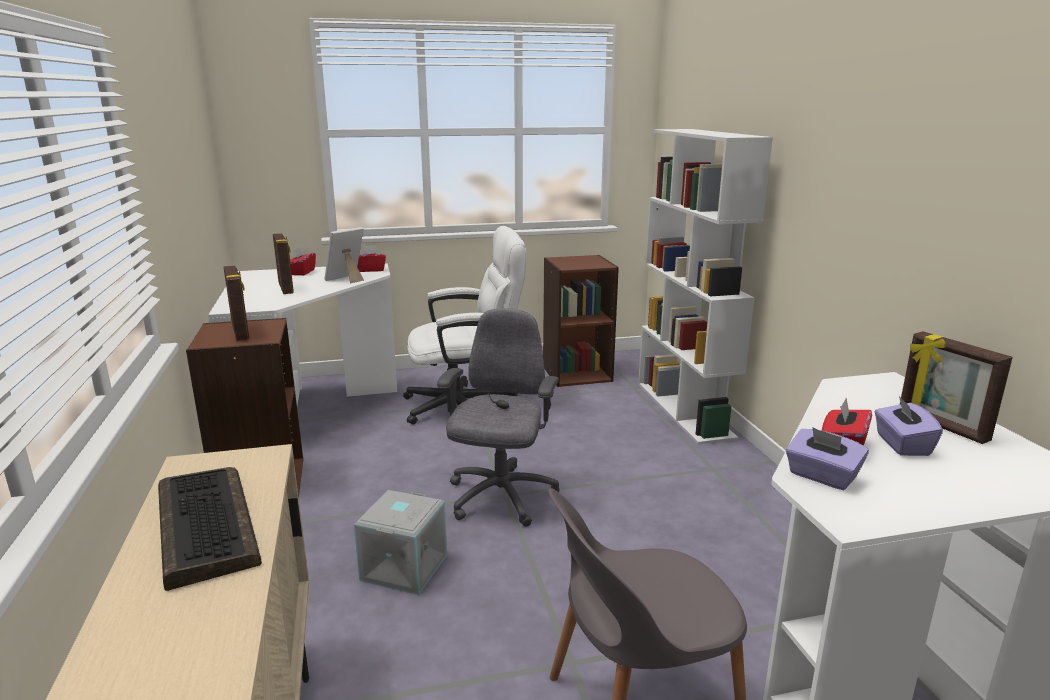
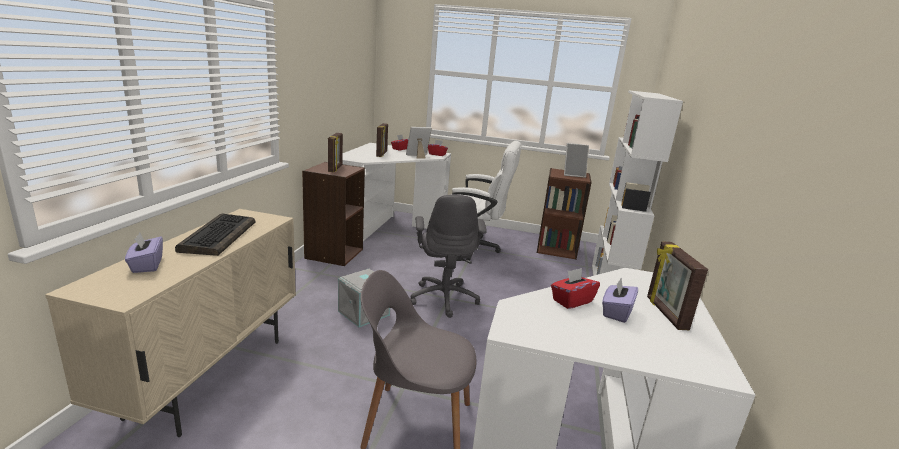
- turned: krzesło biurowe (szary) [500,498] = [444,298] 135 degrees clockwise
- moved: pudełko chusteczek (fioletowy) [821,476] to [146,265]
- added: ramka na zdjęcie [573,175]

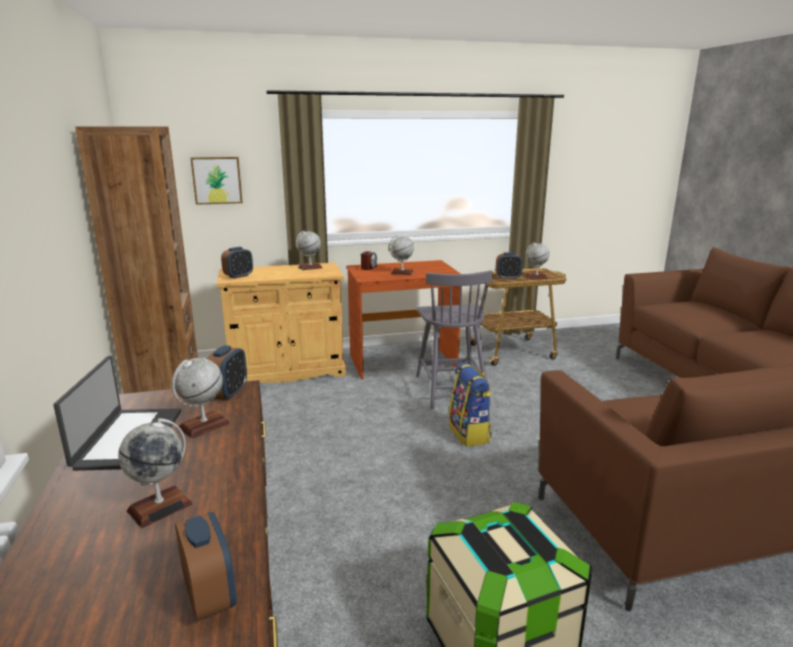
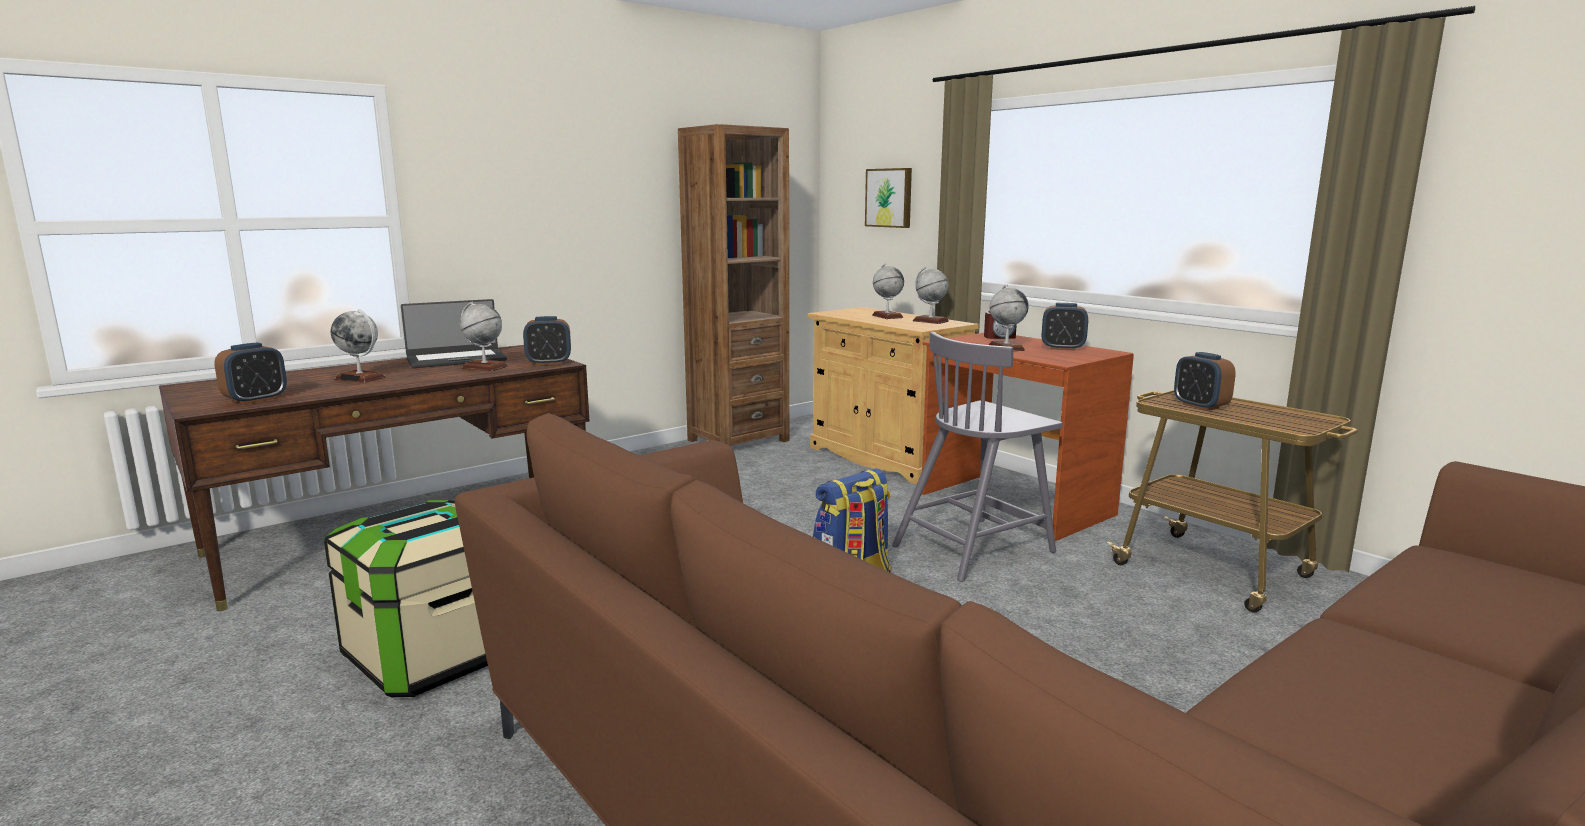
- moved: budzik [238,276] to [1062,348]
- moved: globus [536,277] to [887,316]

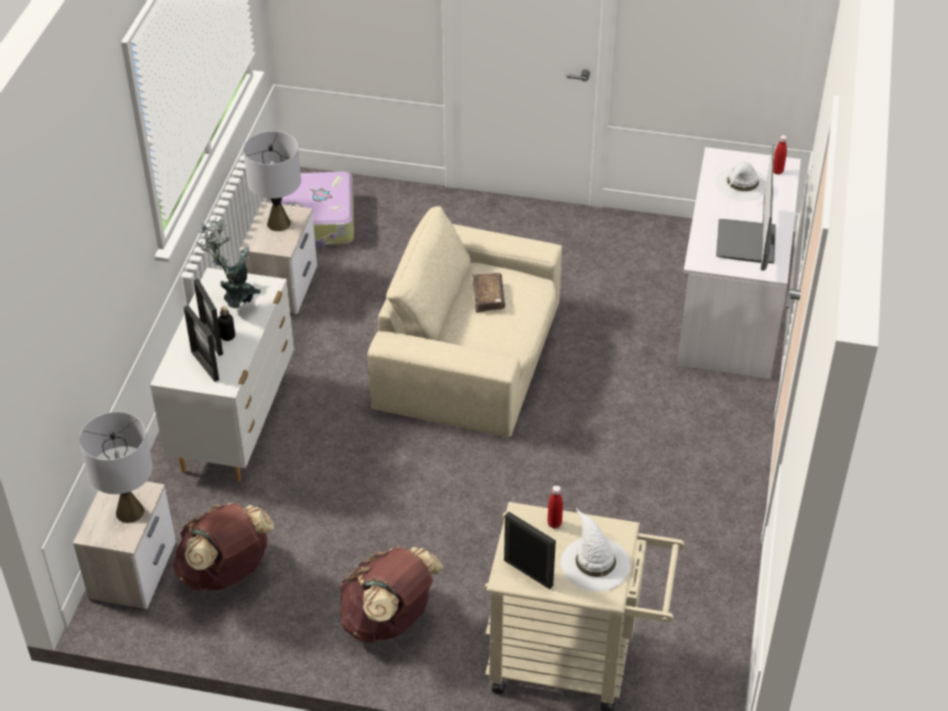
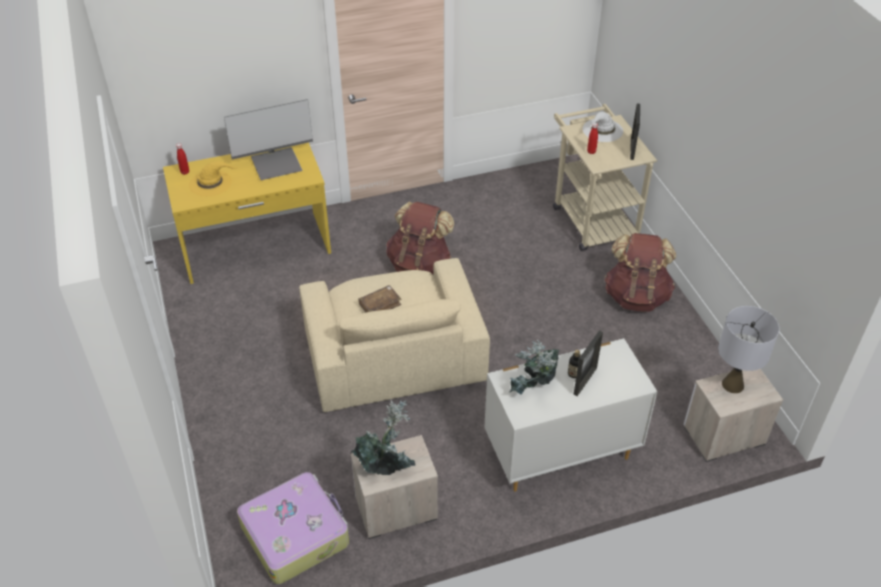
- moved: plecak (brązowy) [226,573] to [420,264]
- removed: ramka na zdjęcie [205,366]
- replaced: lampa stołowa (szary) [278,223] to roślina doniczkowa [386,466]
- recoloured: biurko (biały) [730,307] to biurko (żółty) [256,247]
- recoloured: kapelusz (biały) [742,185] to kapelusz (żółty) [211,183]

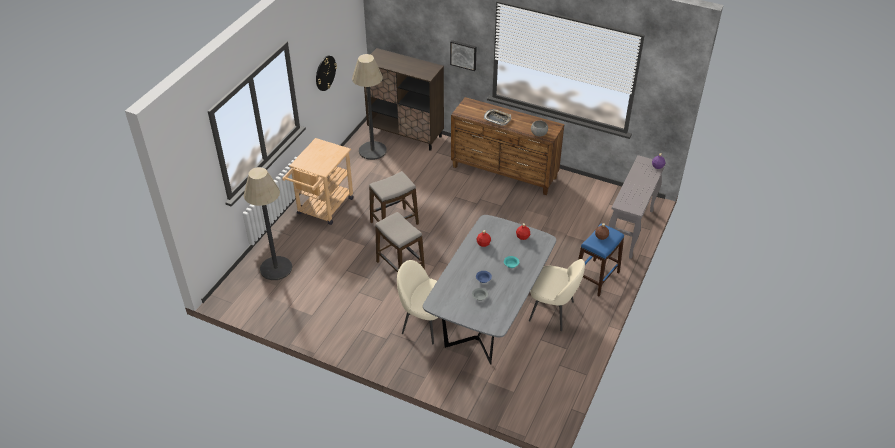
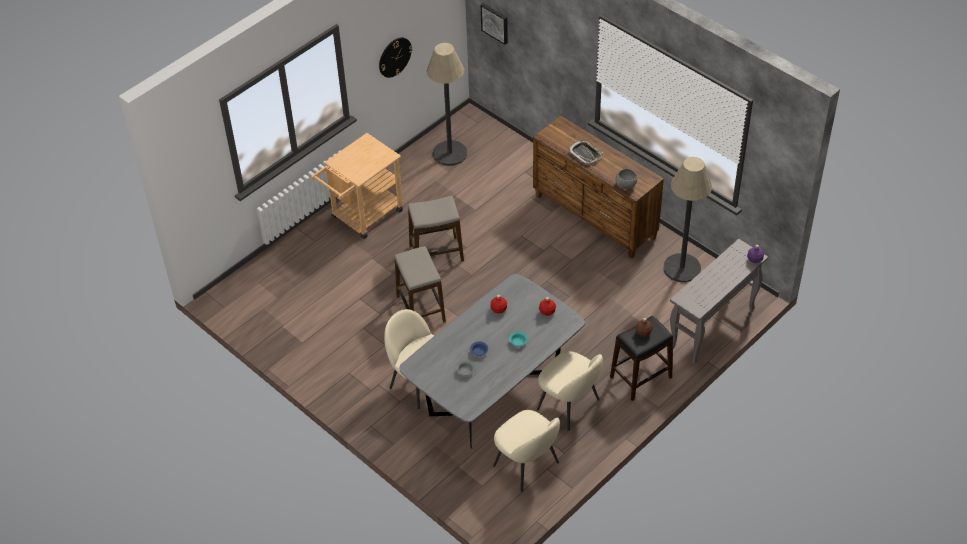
- moved: lampa stojąca [276,268] to [682,268]
- removed: szafka (brązowy) [406,134]
- moved: obraz [463,54] to [495,23]
- recoloured: stołek (niebieski) [596,277] to stołek (czarny) [641,377]
- added: krzesło (beżowy) [527,465]

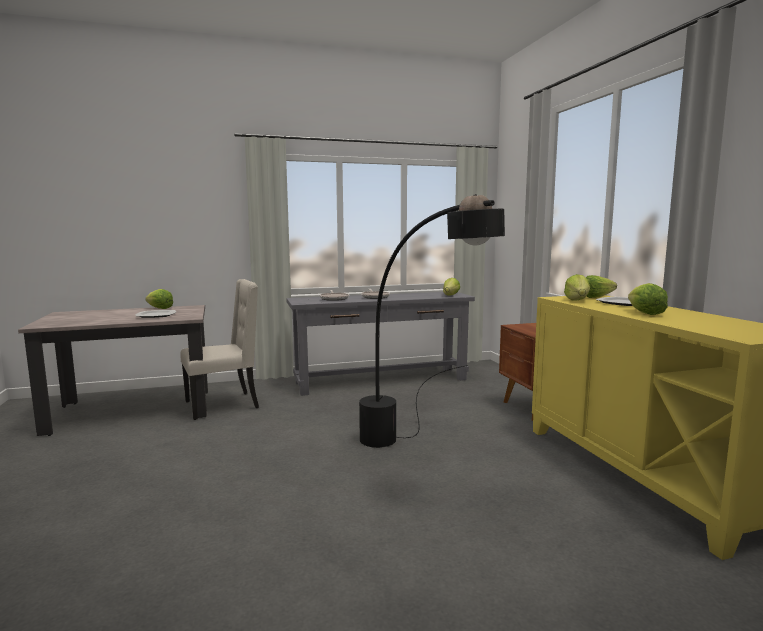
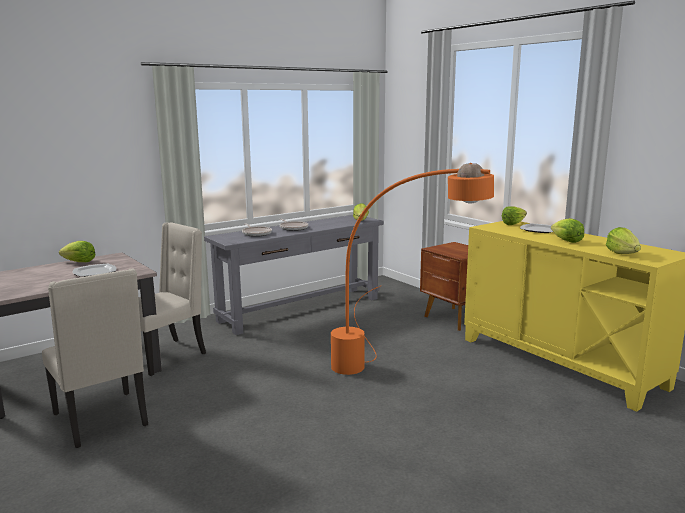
- recoloured: lampa stojąca (czarny) [420,452] to lampa stojąca (pomarańczowy) [391,372]
- moved: sałata [577,300] to [622,253]
- added: krzesło (beżowy) [103,420]

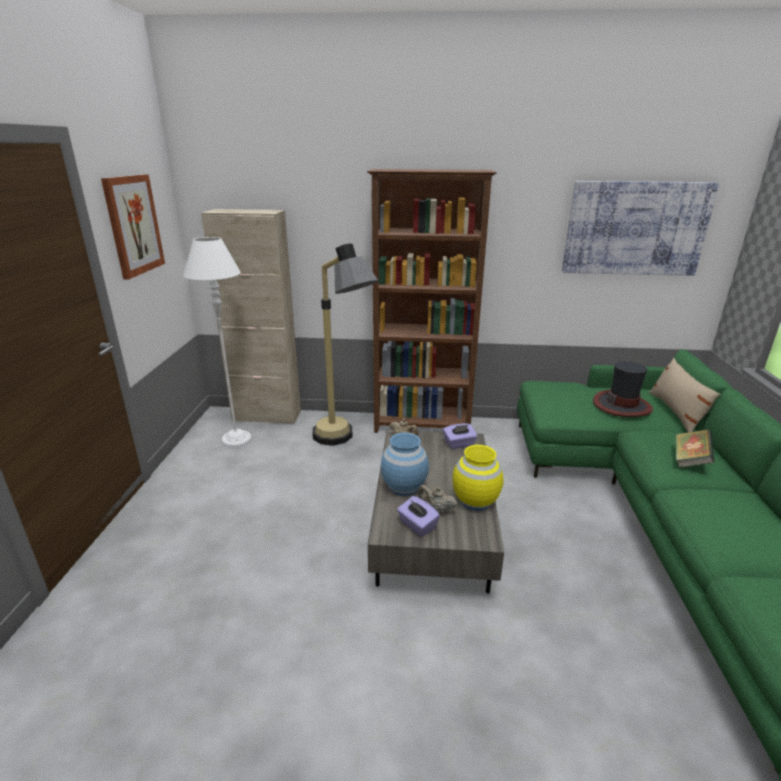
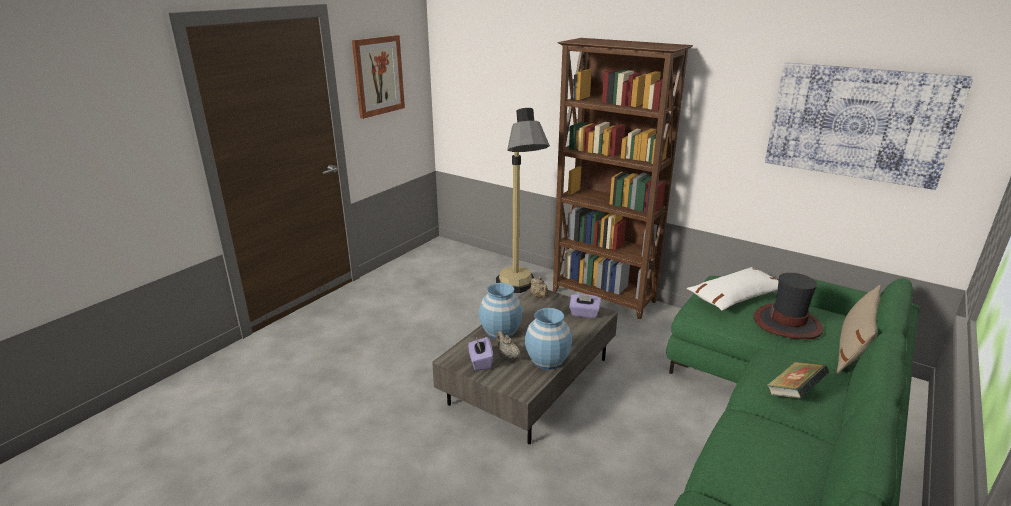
- removed: lampa stojąca (biały) [236,439]
- removed: szafka (beżowy) [267,416]
- recoloured: wazon (żółty) [475,500] to wazon (niebieski) [547,360]
- added: poduszka (biały) [735,297]

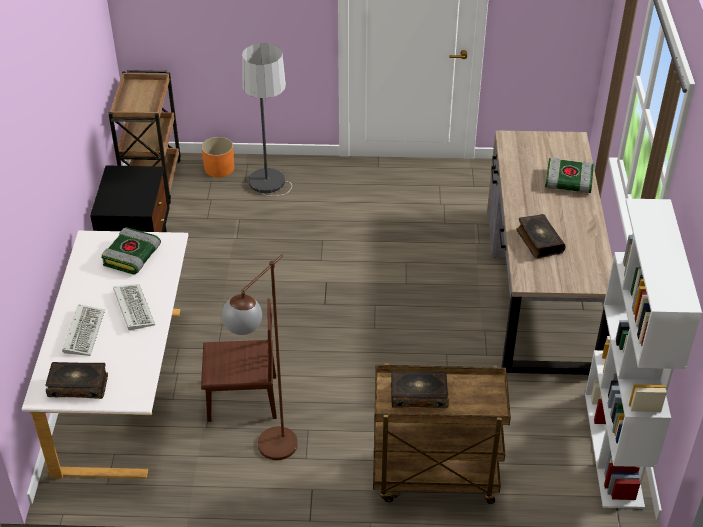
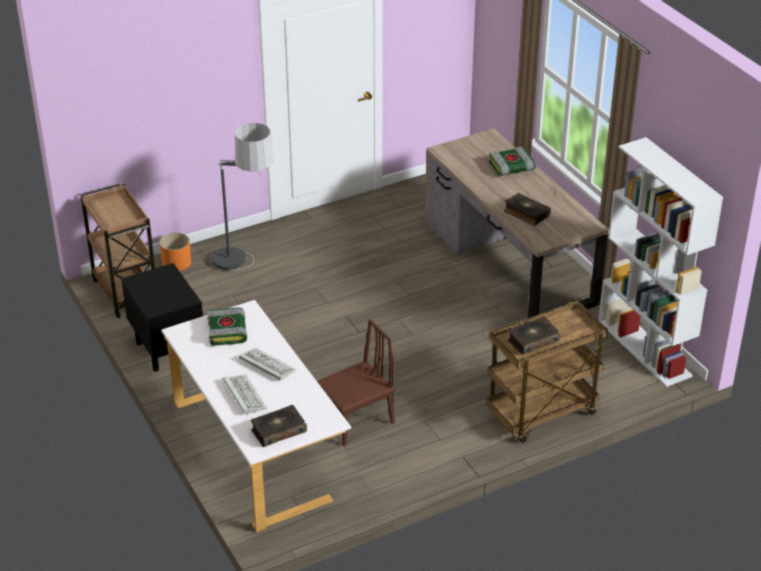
- removed: lampa stojąca (brązowy) [269,454]

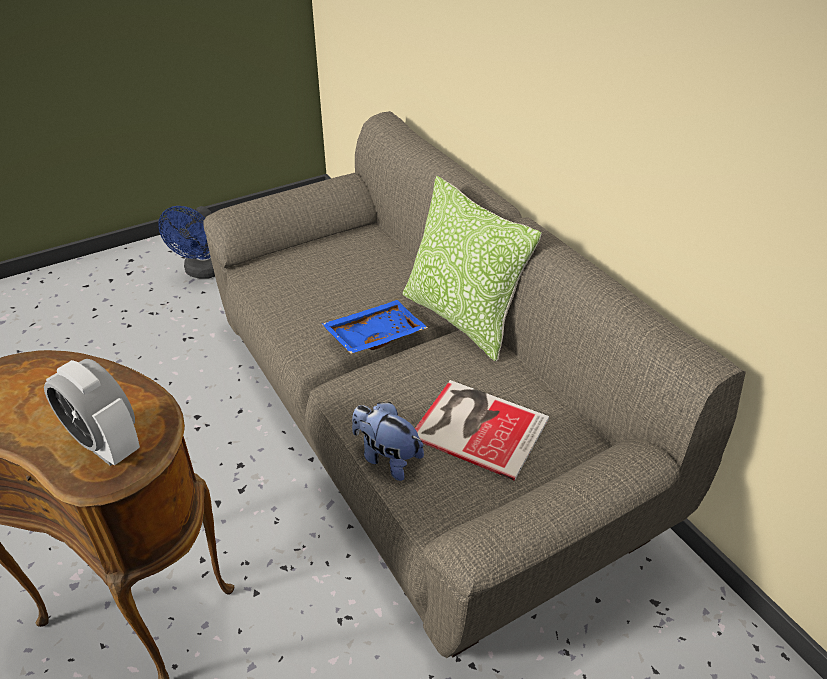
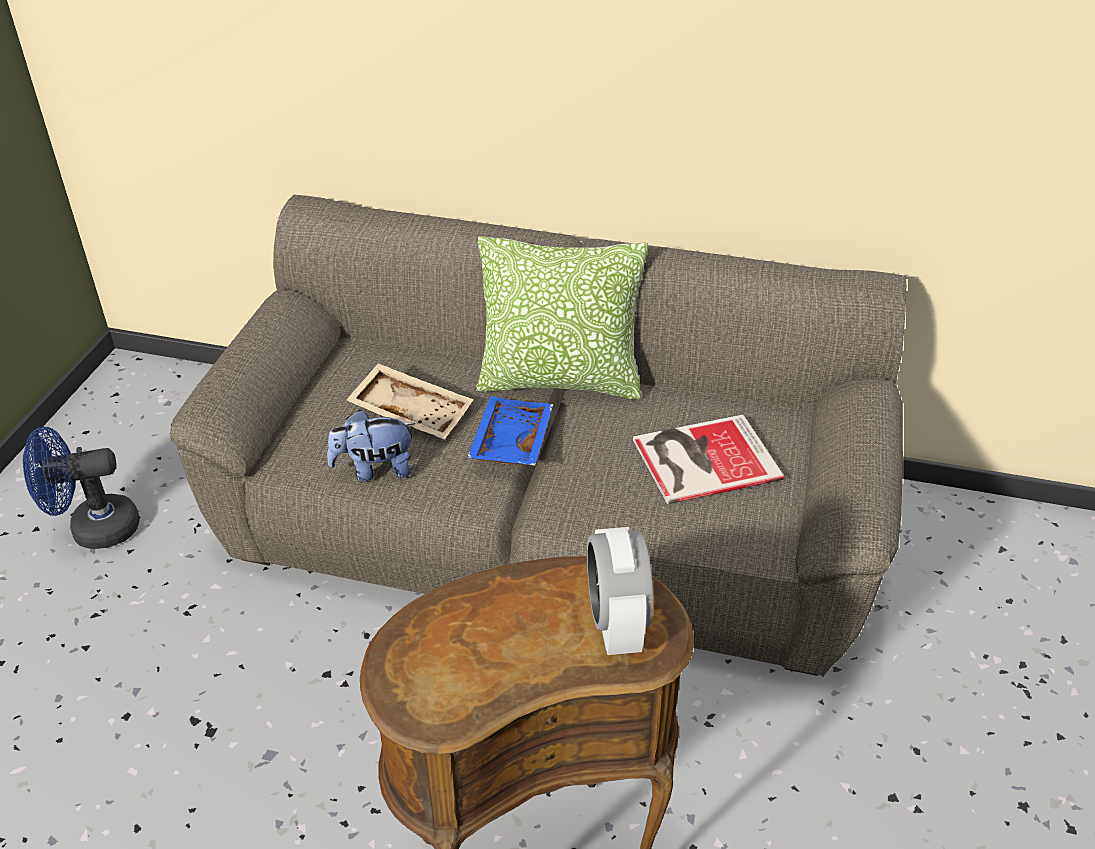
- turned: budzik [106,444] = [616,624] 90 degrees clockwise
- turned: wentylator (niebieski) [203,272] = [94,529] 105 degrees clockwise
- moved: pluszak [387,458] to [375,470]
- added: taca (beżowy) [412,411]

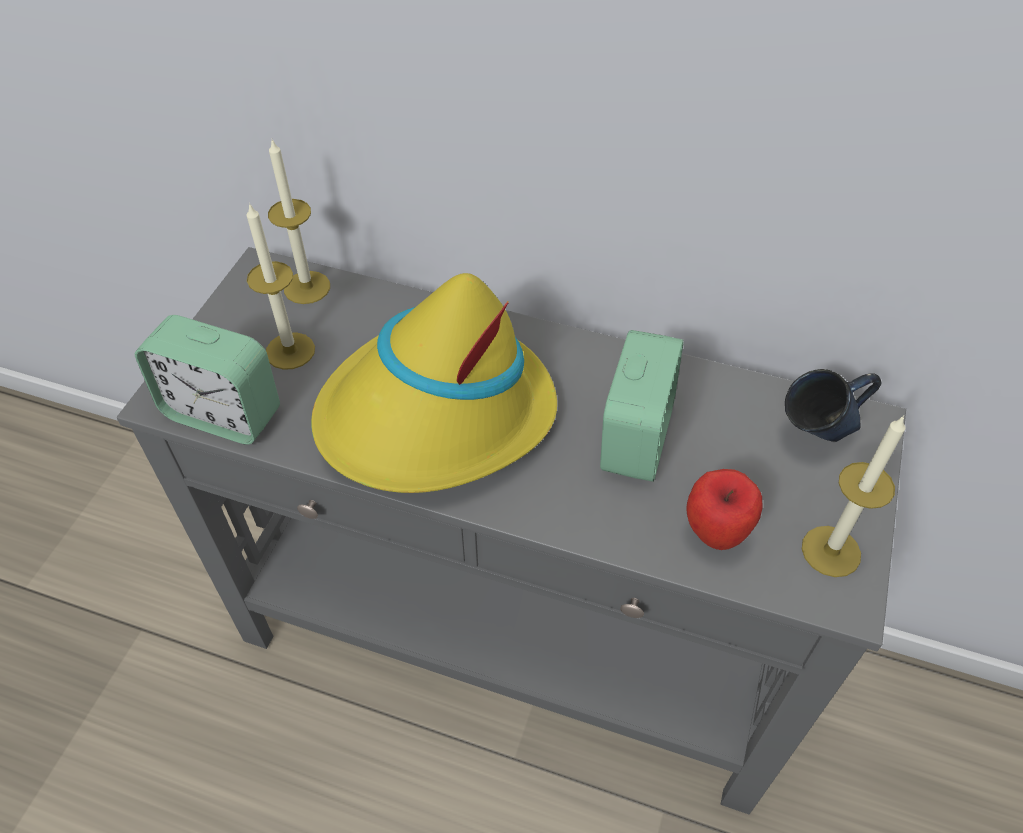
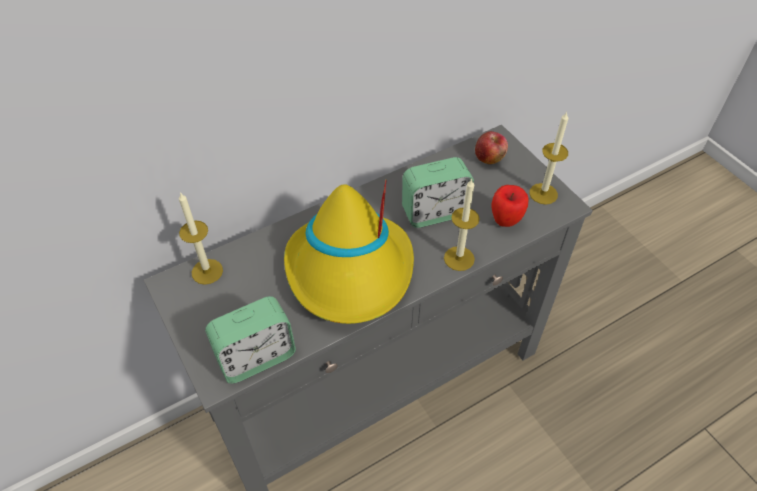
- moved: świeca [290,351] to [459,258]
- turned: budzik [635,438] = [434,212] 105 degrees clockwise
- replaced: kubek (niebieski) [817,436] to jabłko [489,158]

